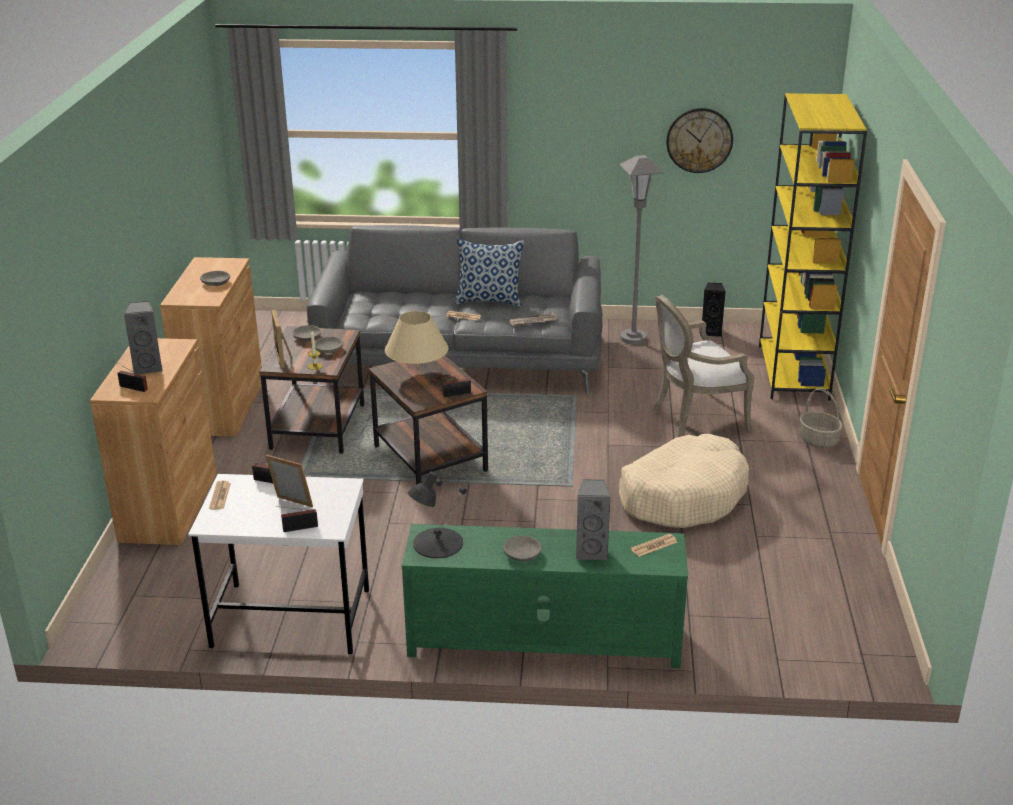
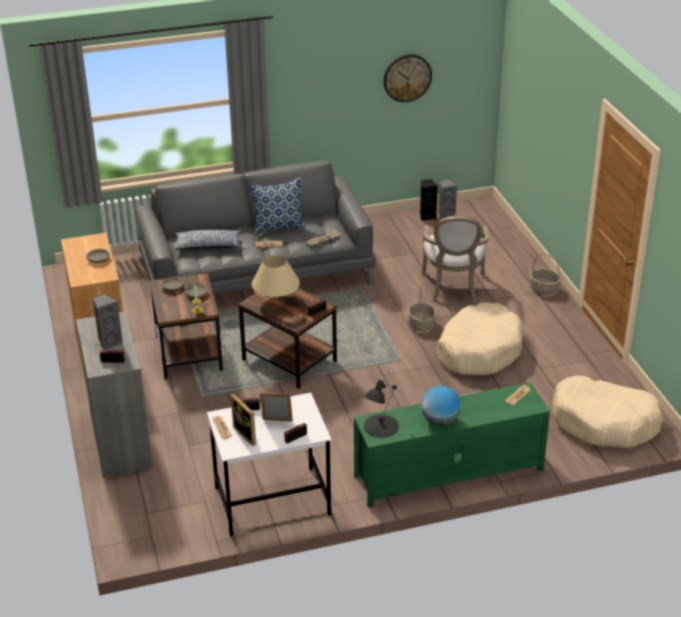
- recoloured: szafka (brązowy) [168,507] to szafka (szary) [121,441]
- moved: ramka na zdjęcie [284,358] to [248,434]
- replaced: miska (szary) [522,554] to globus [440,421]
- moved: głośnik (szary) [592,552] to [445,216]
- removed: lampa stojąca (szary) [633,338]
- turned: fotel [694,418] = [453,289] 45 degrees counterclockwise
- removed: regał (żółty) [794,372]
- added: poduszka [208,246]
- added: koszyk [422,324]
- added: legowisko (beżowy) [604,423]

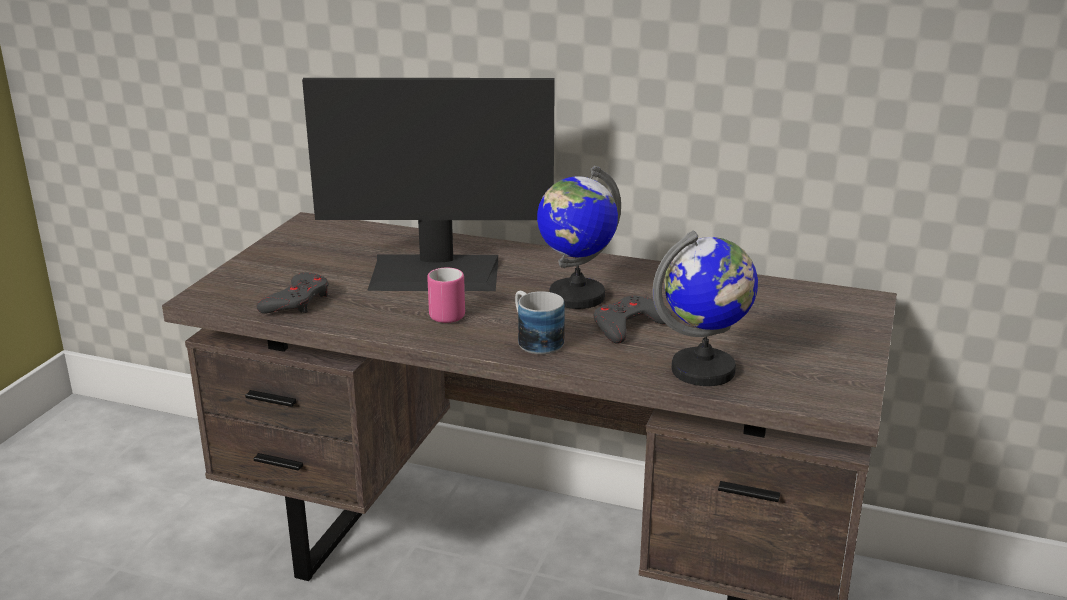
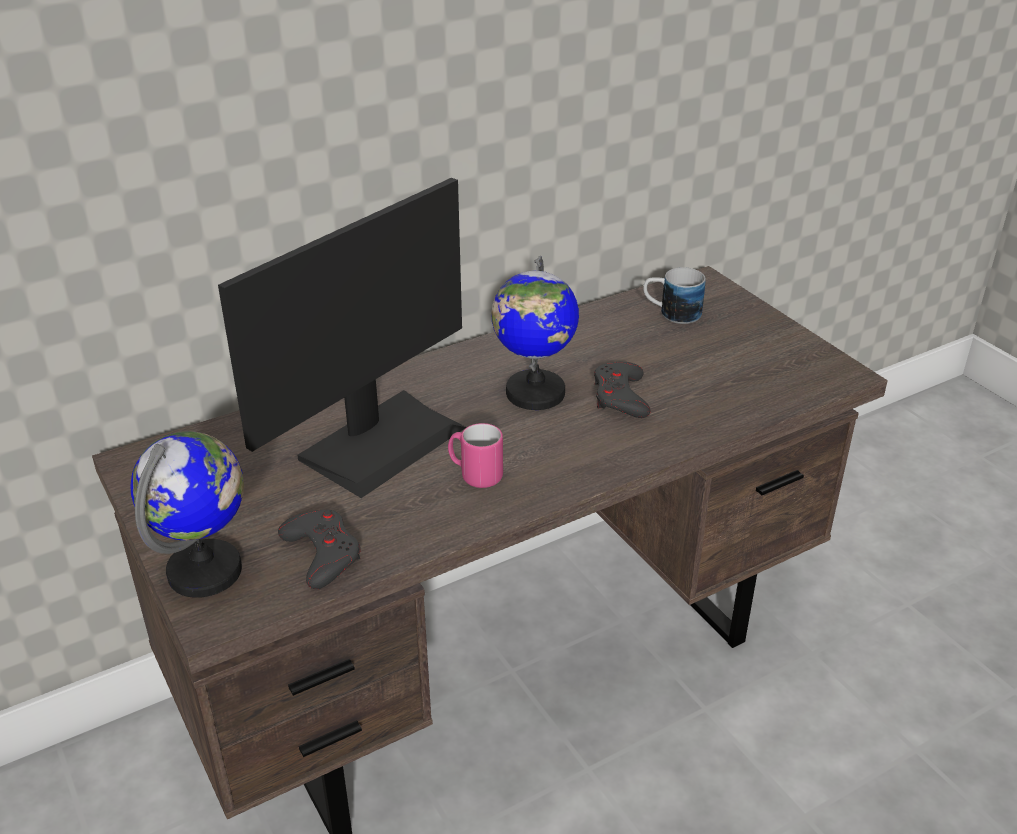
- moved: kubek [535,339] to [671,313]
- moved: globus [704,370] to [206,571]

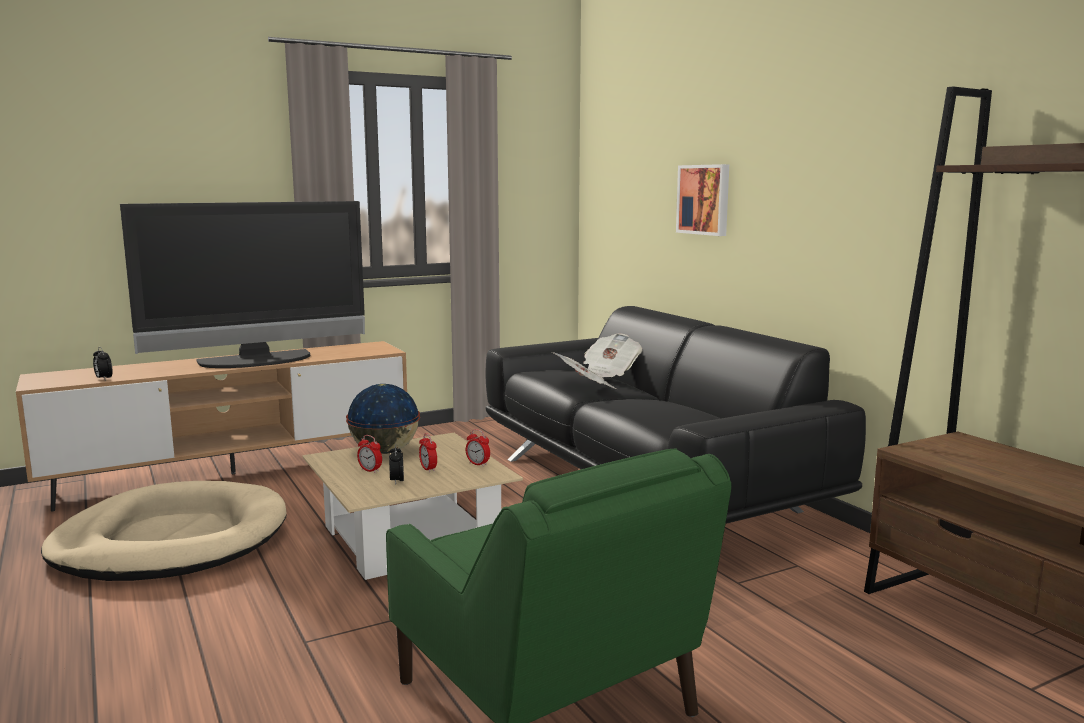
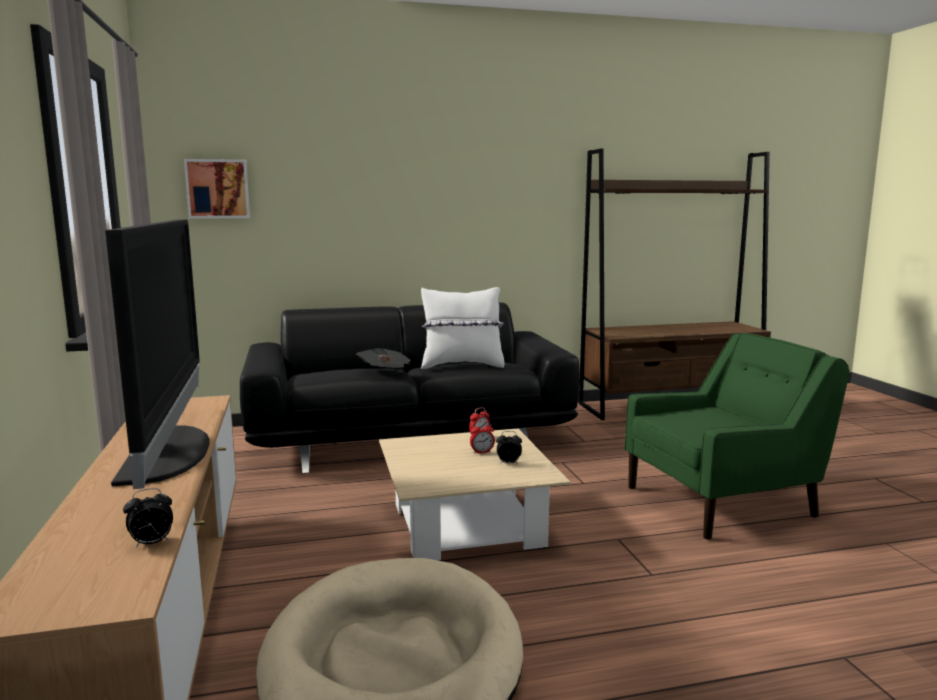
- removed: globus [385,452]
- removed: budzik [370,470]
- removed: gazeta [609,372]
- moved: obraz [704,199] to [218,189]
- added: poduszka (biały) [462,365]

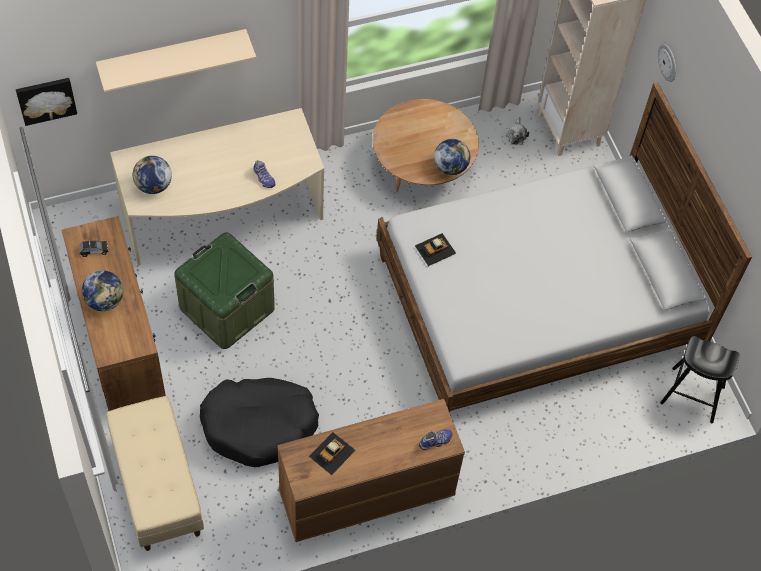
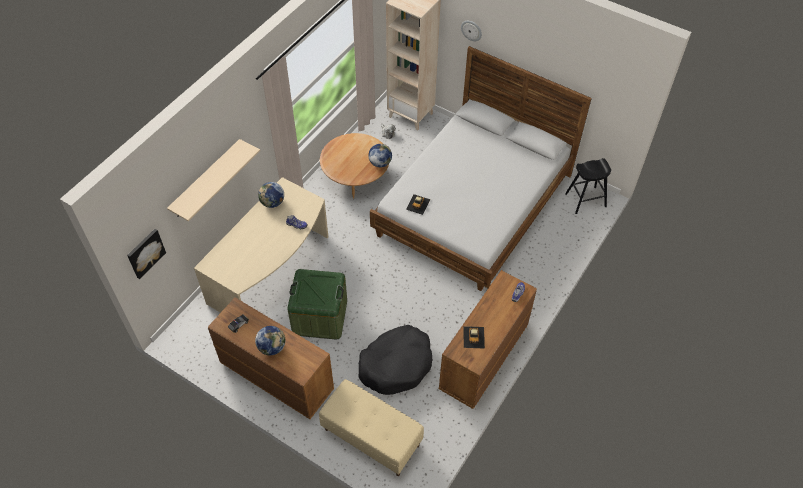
- moved: globus [153,186] to [272,203]

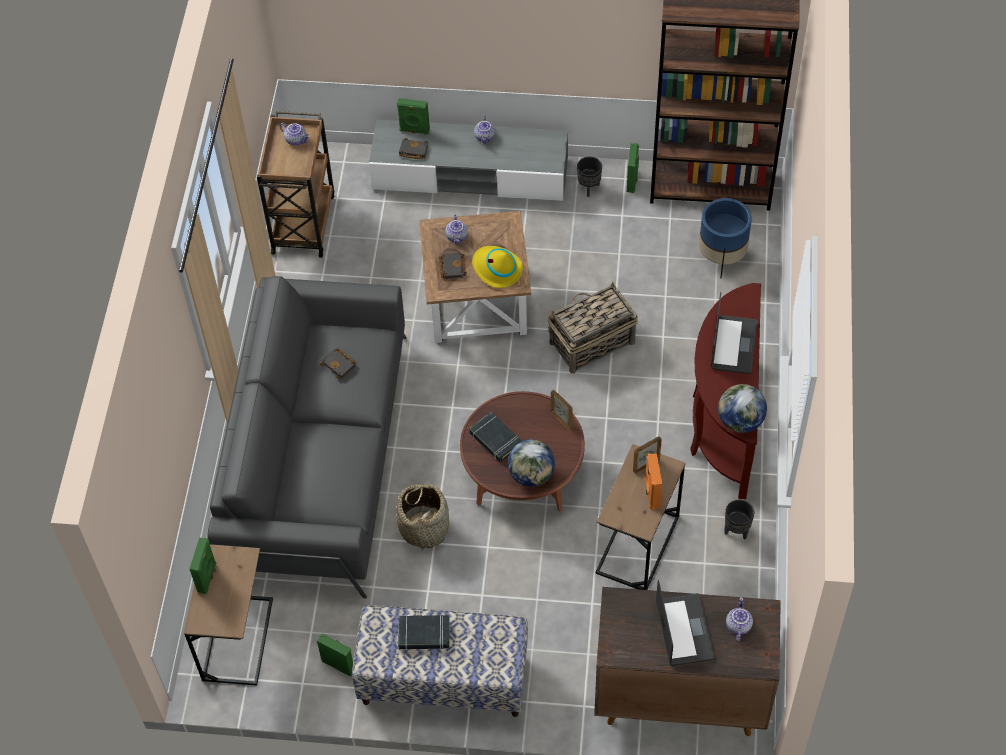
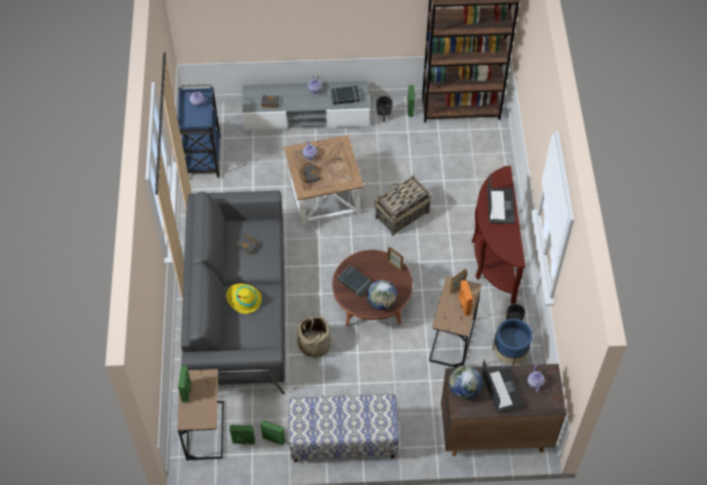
- recoloured: wózek (brązowy) [303,222] to wózek (niebieski) [203,156]
- moved: głośnik (zielony) [414,131] to [243,441]
- moved: książka (czarny) [424,634] to [345,97]
- moved: kapelusz (żółty) [497,269] to [244,300]
- moved: donica (niebieski) [721,258] to [509,356]
- moved: globus [740,421] to [464,390]

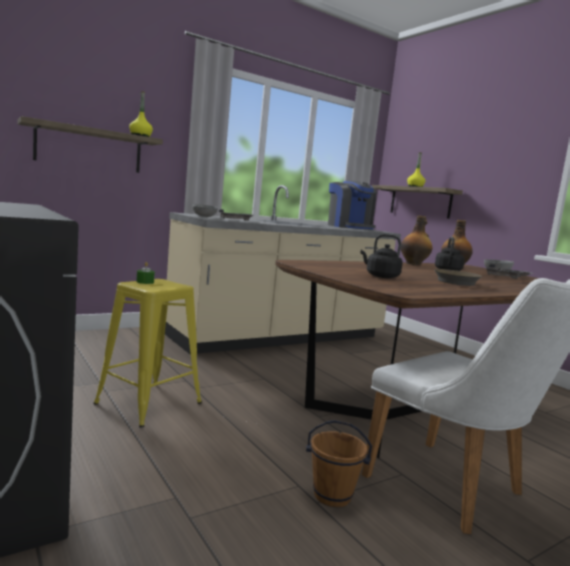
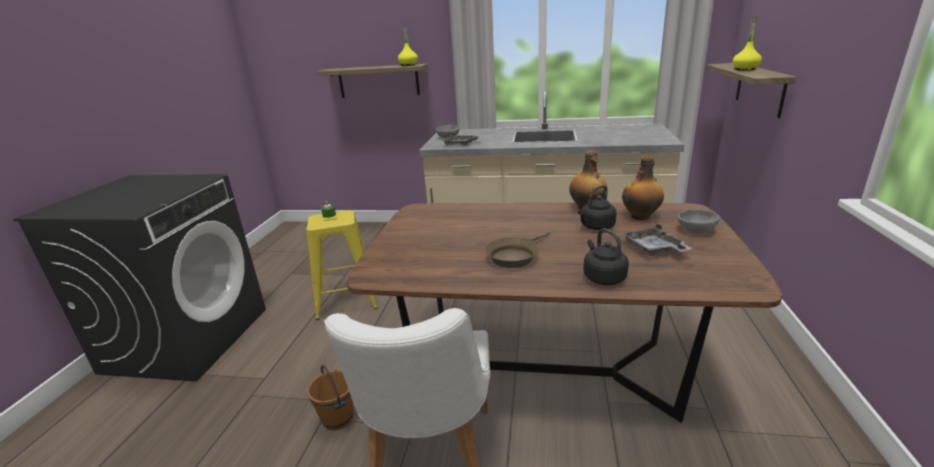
- removed: ekspres do kawy [349,227]
- moved: czajnik (czarny) [380,276] to [603,277]

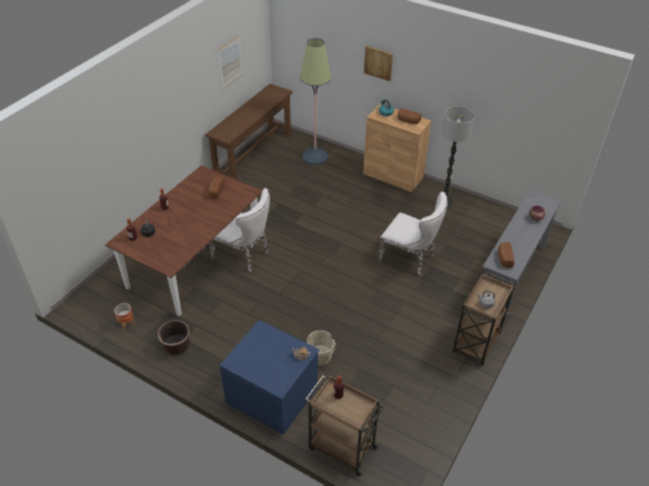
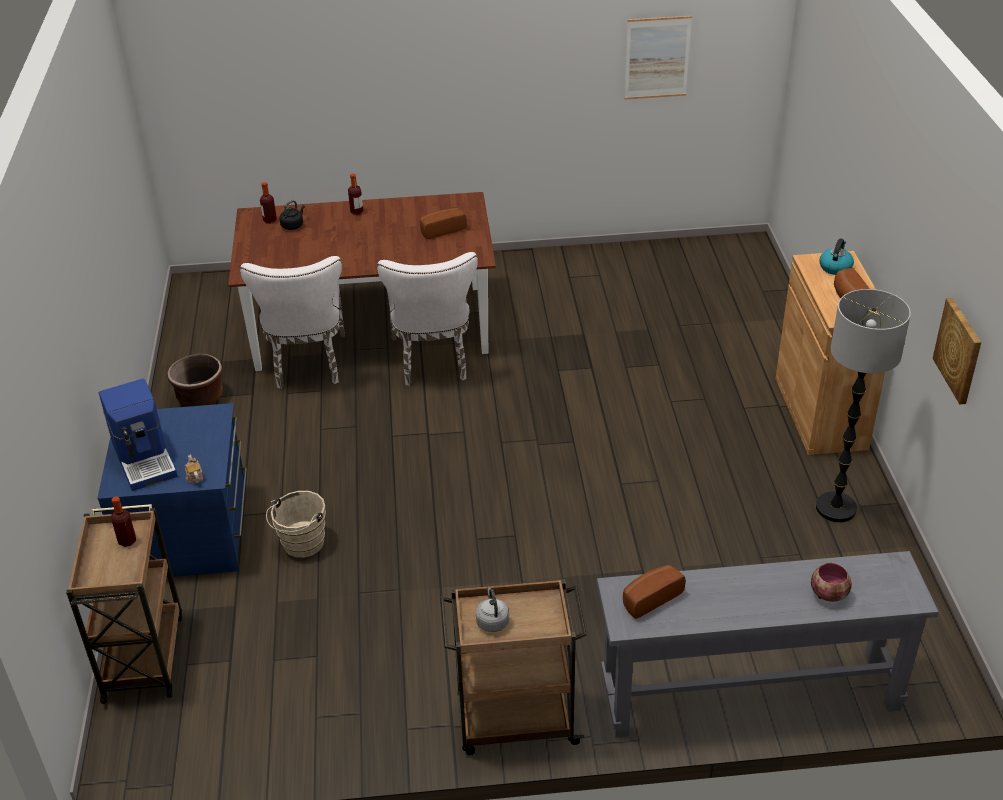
- removed: donica [126,323]
- removed: stolik konsolowy (brązowy) [253,154]
- removed: lampa stojąca [315,156]
- moved: obraz [378,63] to [959,350]
- moved: krzesło (biały) [410,258] to [308,365]
- added: ekspres do kawy [145,459]

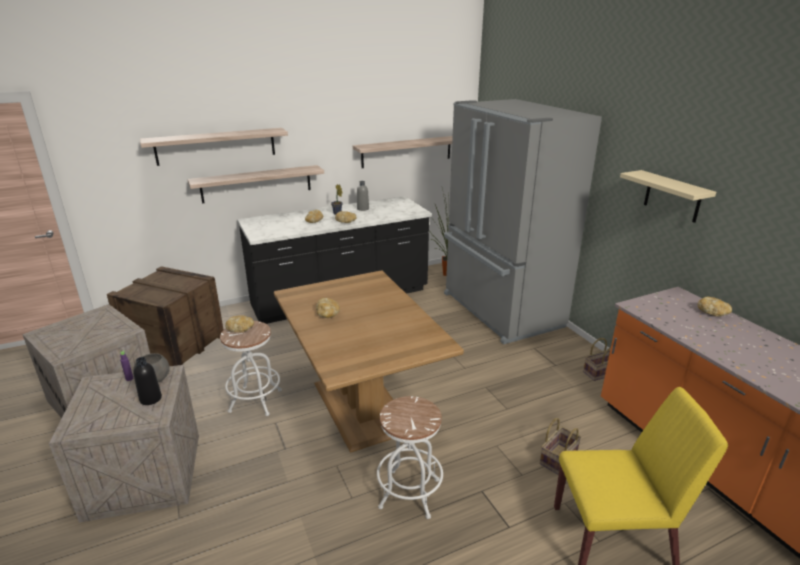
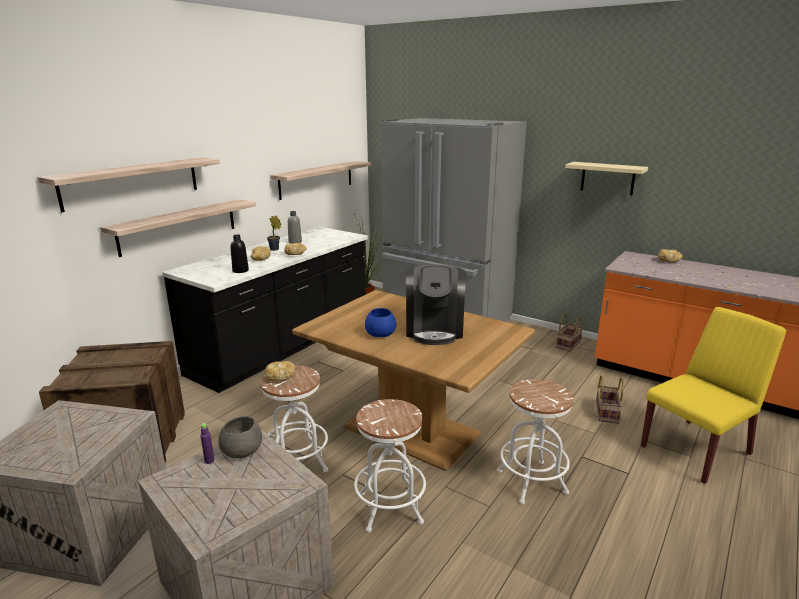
- moved: butelka (czarny) [150,399] to [240,270]
- replaced: chleb [327,314] to miska (niebieski) [380,334]
- added: stołek (biały) [390,508]
- added: ekspres do kawy [434,330]

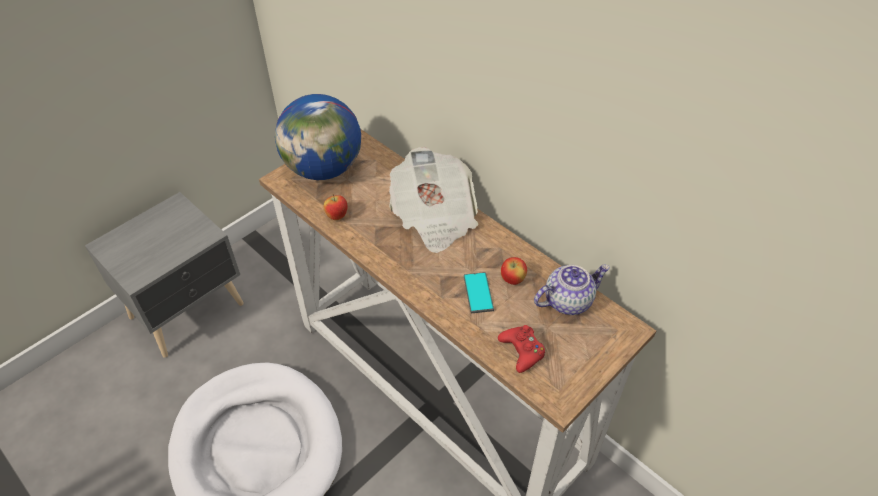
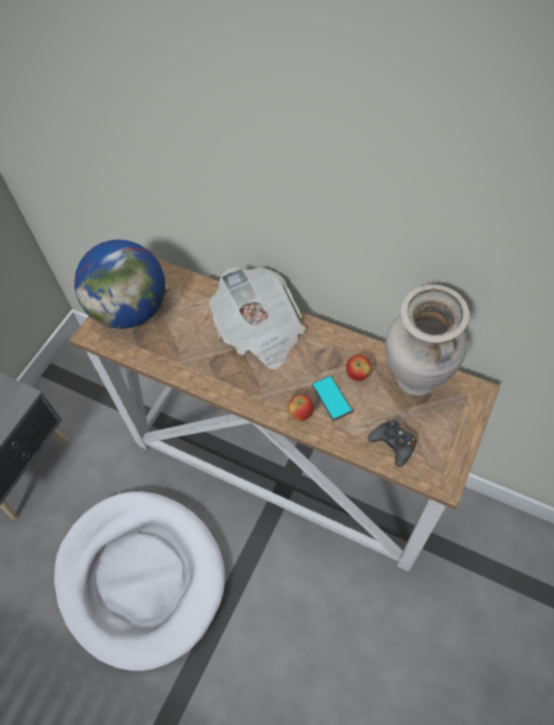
- moved: jabłko [337,216] to [300,414]
- recoloured: pad do gier (czerwony) [522,351] to pad do gier (czarny) [393,444]
- replaced: imbryk [568,300] to wazon (beżowy) [414,380]

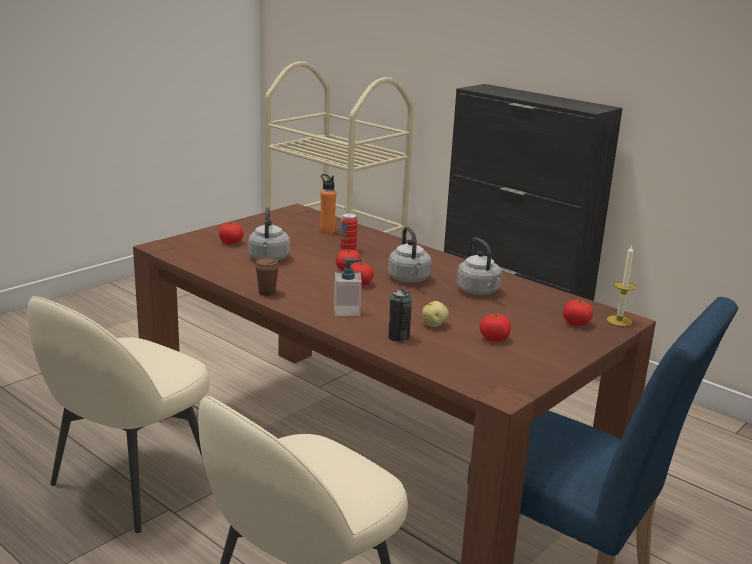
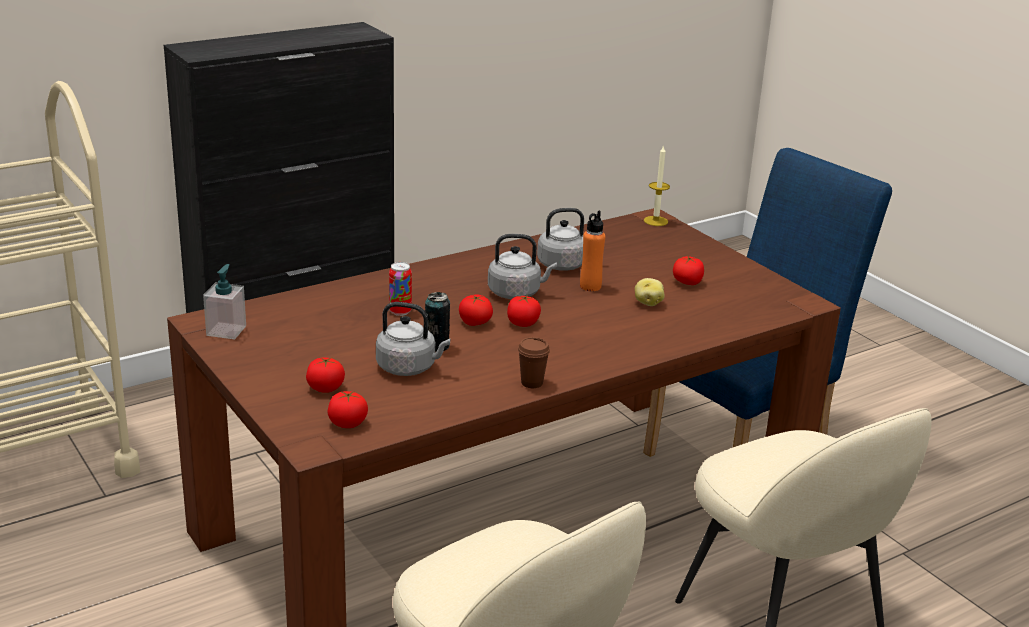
- moved: butelka (pomarańczowy) [327,231] to [590,286]
- moved: dozownik mydła [347,311] to [226,330]
- moved: puszka [398,337] to [437,346]
- moved: pomidor [576,323] to [347,423]

